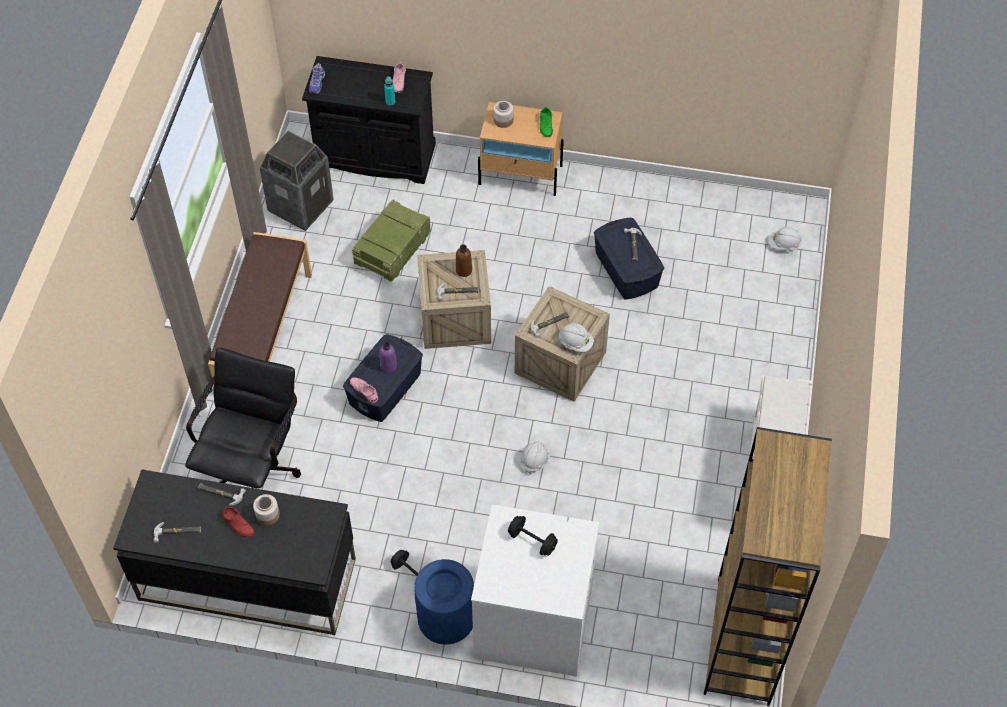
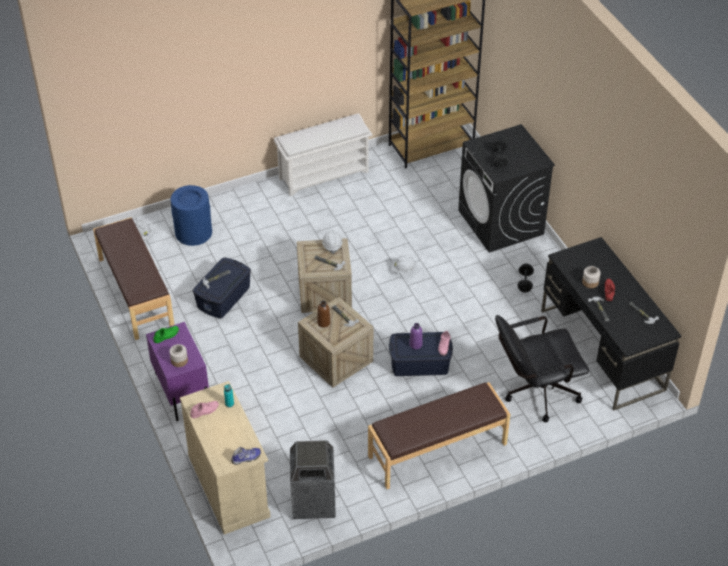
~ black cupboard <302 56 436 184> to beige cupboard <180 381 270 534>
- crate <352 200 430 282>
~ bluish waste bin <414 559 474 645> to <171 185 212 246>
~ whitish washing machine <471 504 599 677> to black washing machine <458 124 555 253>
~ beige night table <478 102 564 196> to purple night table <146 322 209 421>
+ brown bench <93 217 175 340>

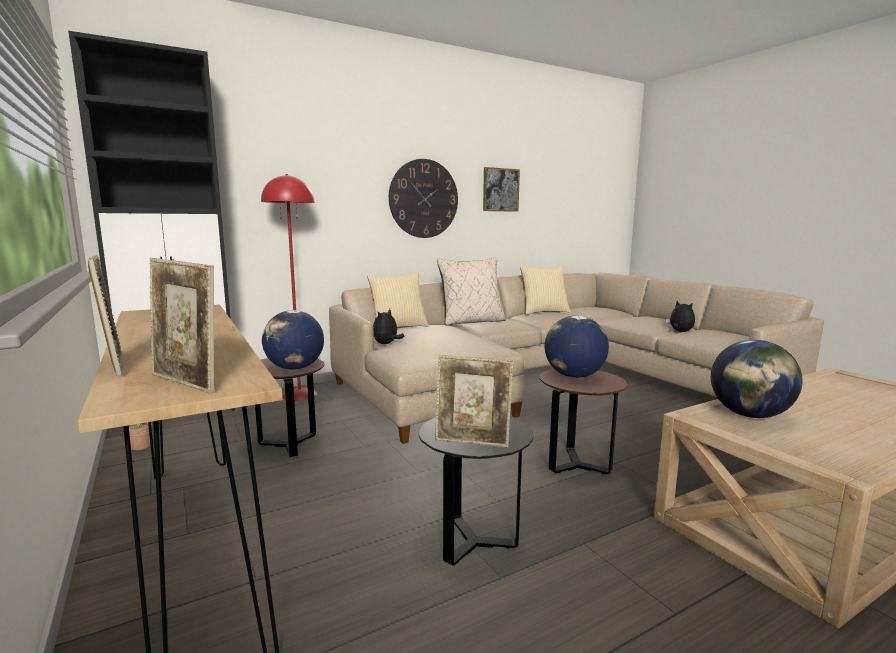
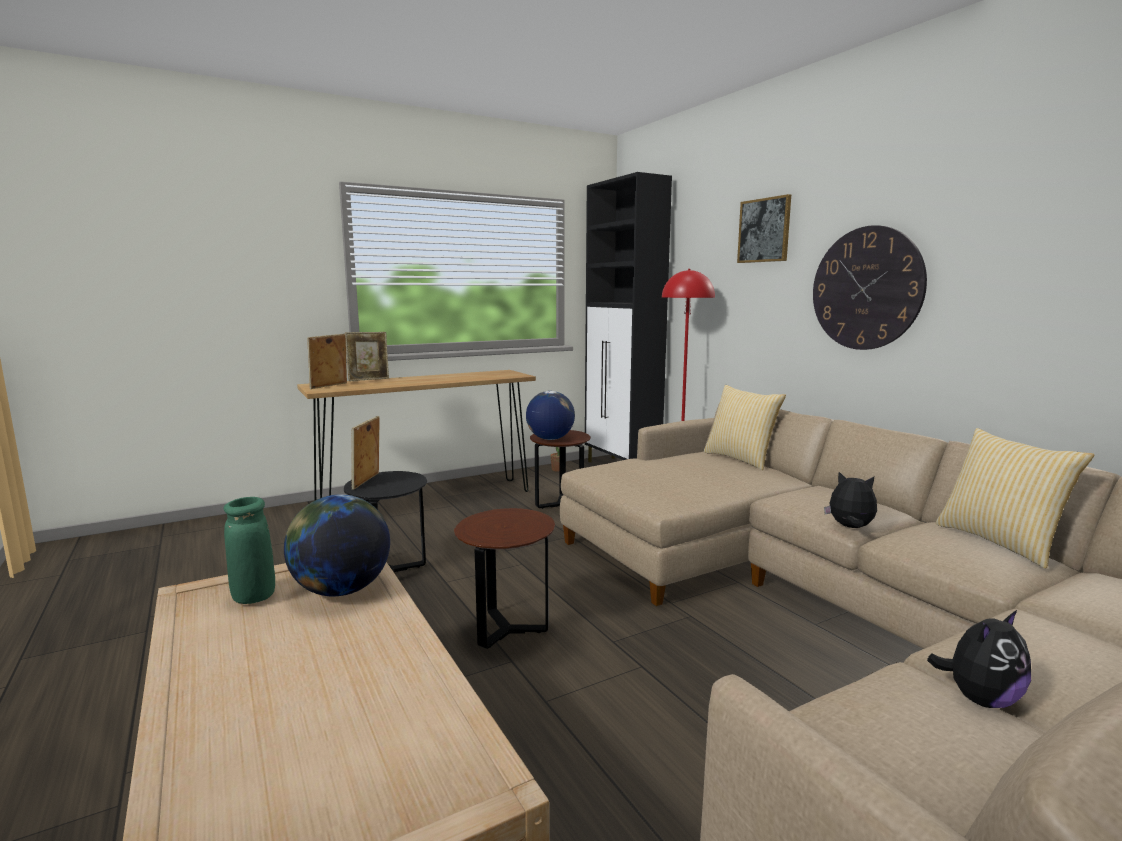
~ plush toy <373 309 404 344> to <824 472 877 528>
- beige cushion <437 257 506 325>
~ picture <483 167 520 212> to <737 194 791 263>
- globe <545 316 609 378>
+ green flower vase <224 497 275 604>

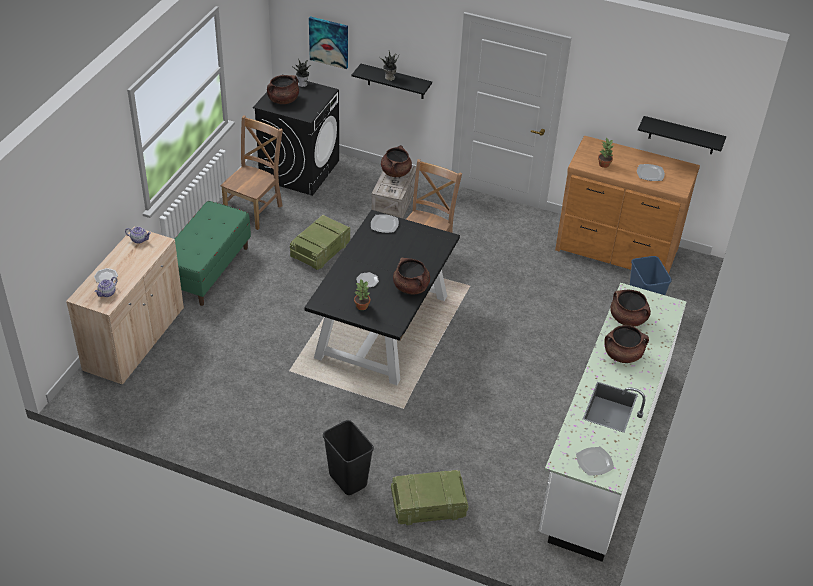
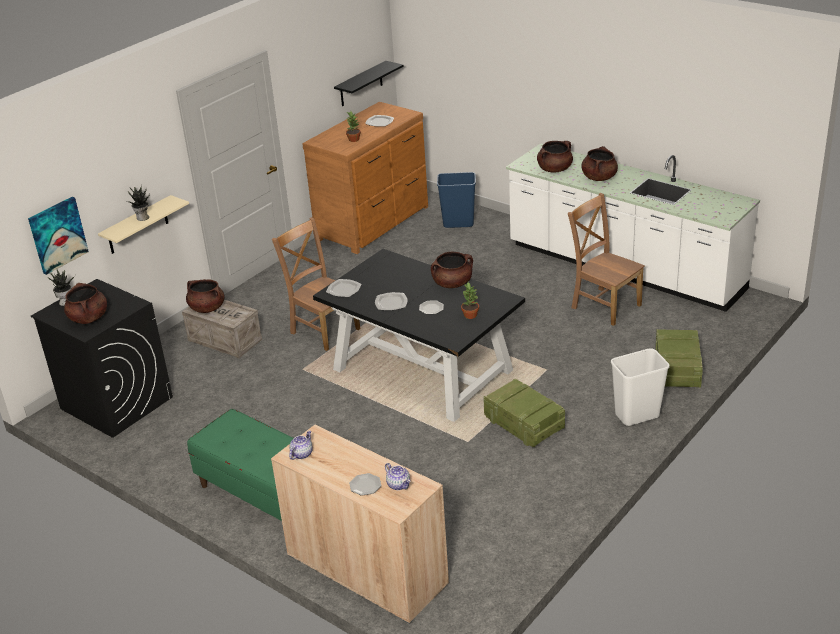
~ brown upright chair <220 115 283 230> to <568 193 645 326>
~ crate <290 215 350 270> to <483 379 565 447>
~ black waste bin <323 420 374 495> to whitish waste bin <611 348 669 426>
~ black bracket shelf <352 64 432 99> to beige bracket shelf <98 195 189 254>
~ flat dish <576 447 614 476> to <375 292 408 310>

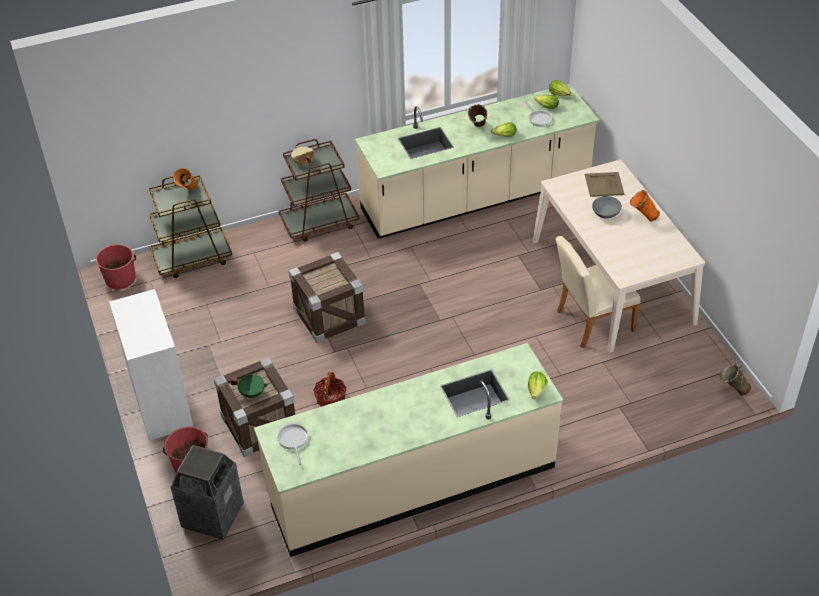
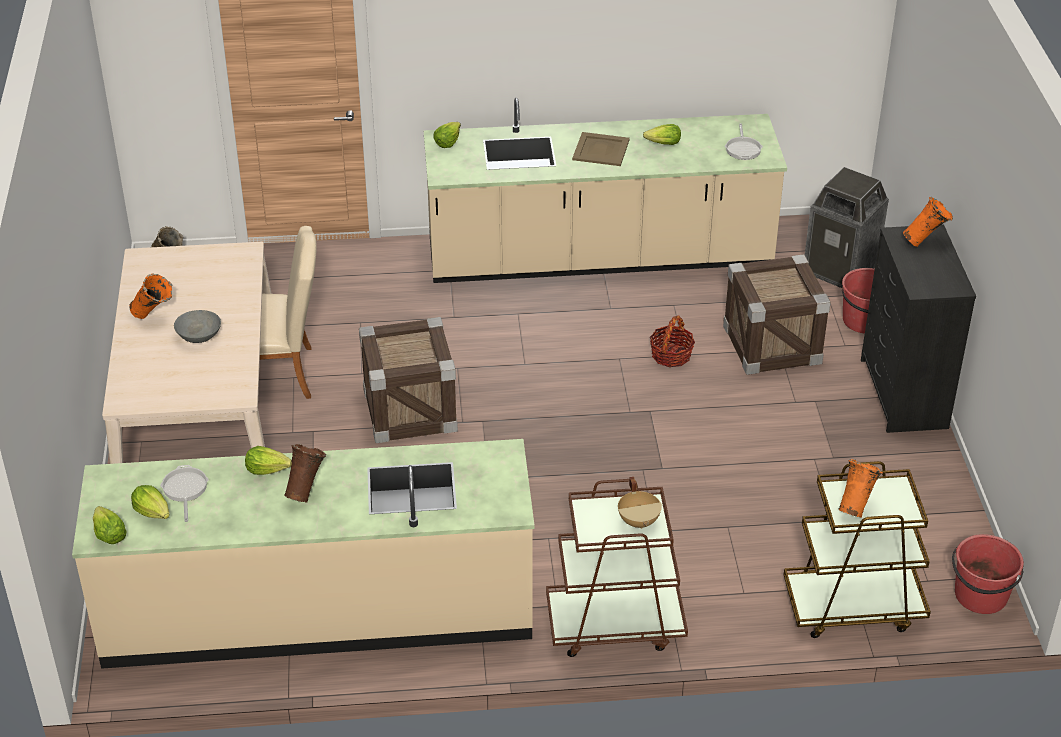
~ whitish drawer chest <109 289 193 441> to black drawer chest <861 224 976 433>
- green saucepot <231 374 268 398>
~ crate <289 252 366 343> to <359 317 458 443>
~ beige serving tray <585 172 624 197> to <572 132 630 166>
+ head of lettuce <643 124 681 145>
+ orange flower vase <903 197 953 247>

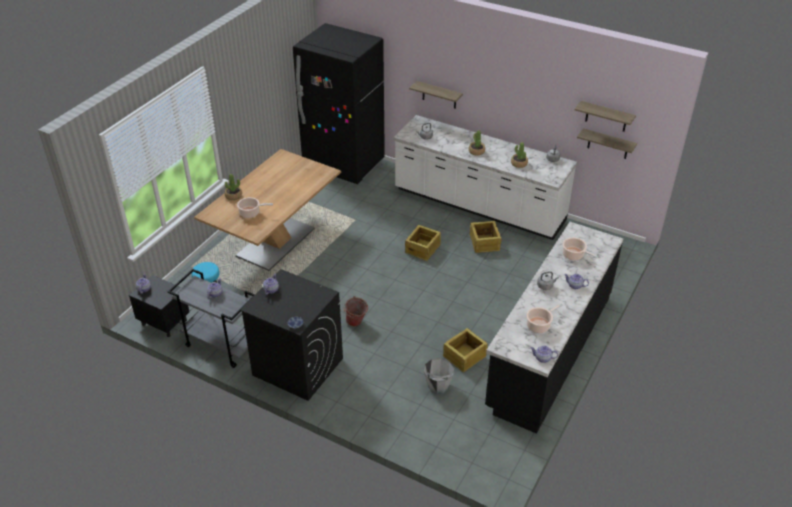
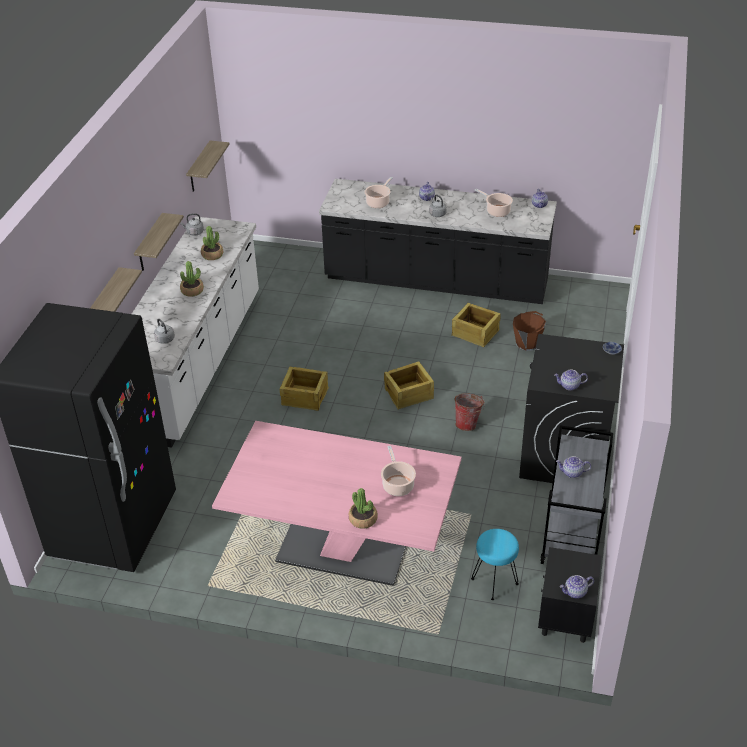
~ brown dinner table <194 149 341 271> to pink-coloured dinner table <212 421 462 586>
~ greyish bucket <424 358 454 394> to brown bucket <513 311 546 351>
~ crate <469 221 502 253> to <384 361 434 409>
~ bracket shelf <575 101 636 132> to <134 213 184 271>

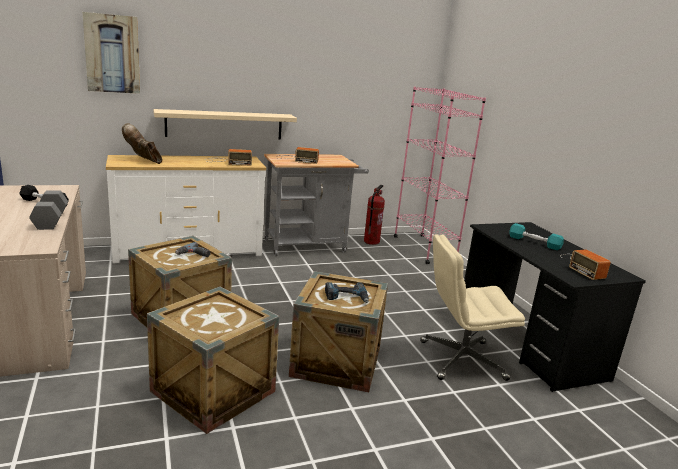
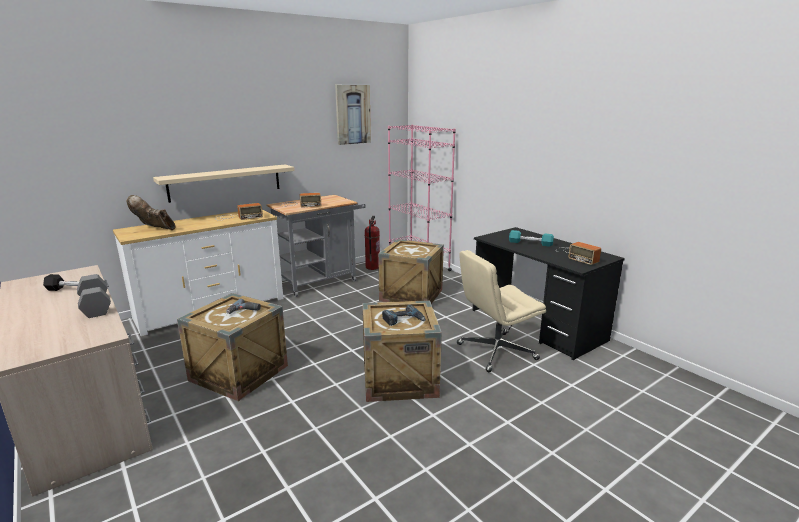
~ picture <83 12 140 94> to <335 85 371 145>
~ crate <147 287 279 434> to <378 239 444 304>

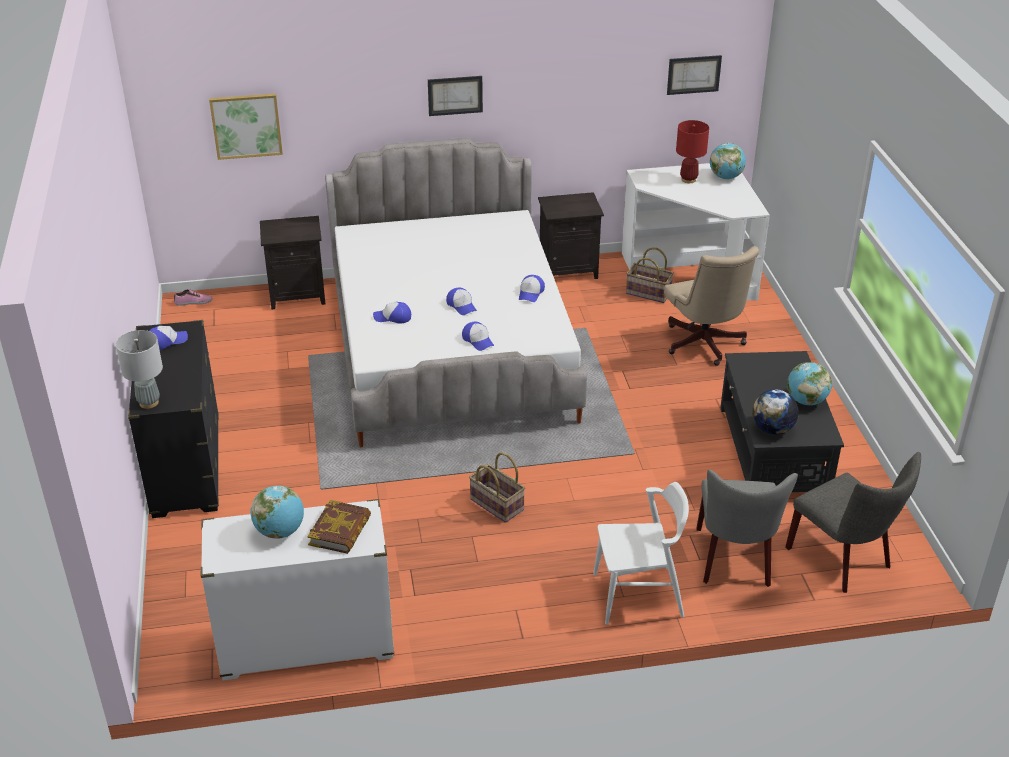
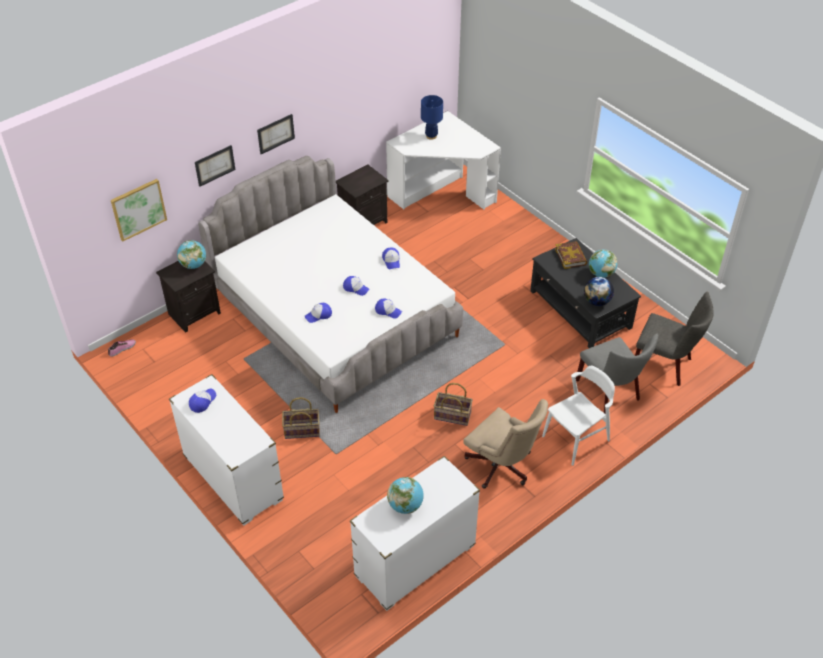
- greyish table lamp <116 330 163 409>
~ black drawer chest <128 320 219 518> to whitish drawer chest <169 374 284 526>
~ book <307 500 371 554> to <555 241 587 269>
~ storage basket <626 247 674 303> to <282 397 320 439>
~ beige desk chair <664 246 759 366> to <464 399 548 489>
~ picture <667 55 722 95> to <195 145 236 187>
~ red-coloured table lamp <676 120 709 183> to bluish table lamp <421 95 443 140>
~ globe <710 143 746 179> to <177 240 206 269>

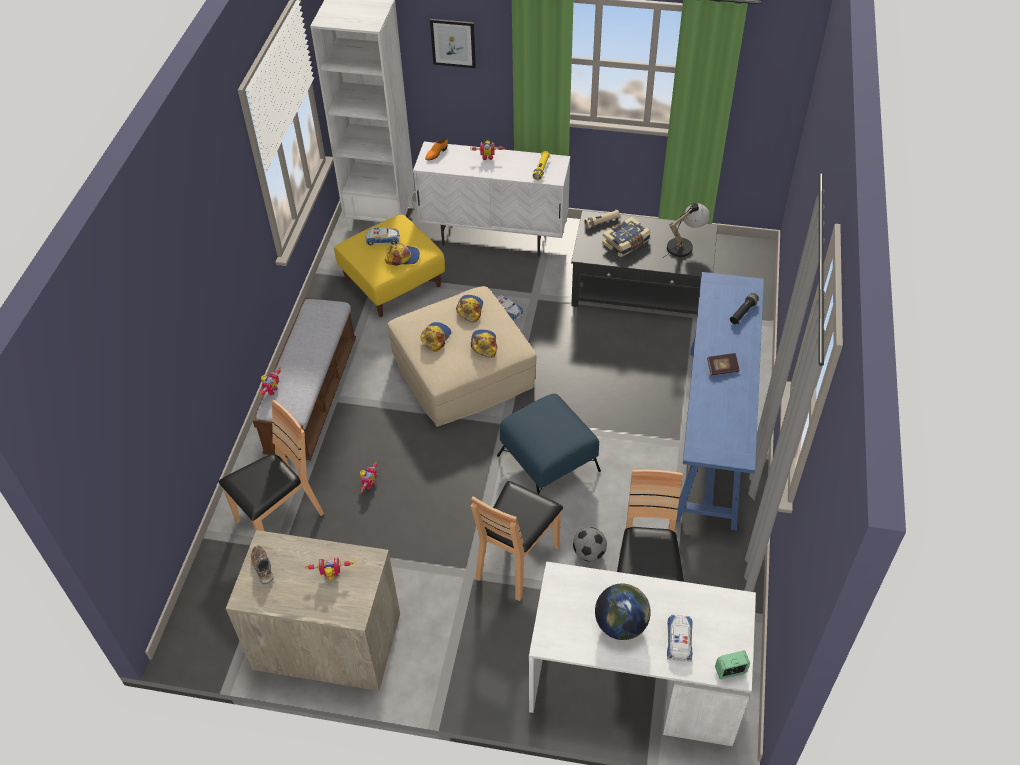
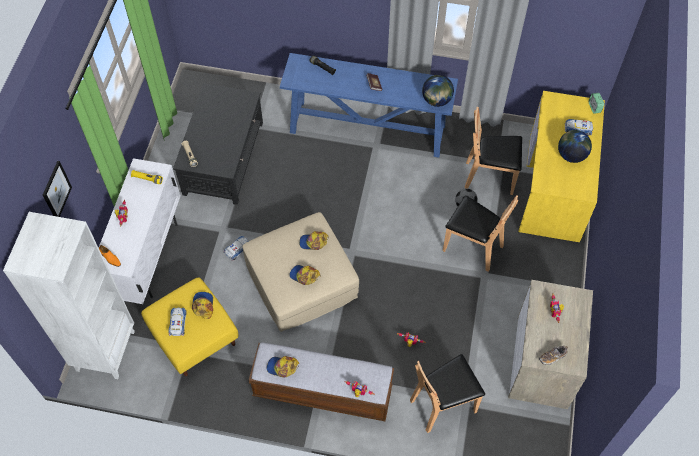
~ brown upright chair <218 400 324 531> = <410 354 485 433> 75 degrees counterclockwise
~ baseball cap <456 295 483 323> to <267 356 299 378>
- bluish ottoman <497 394 601 495>
~ whitish desk table <529 561 756 746> to yellow-coloured desk table <518 91 605 242>
- book <602 217 651 257>
- table lamp <663 203 710 258>
+ globe <422 75 454 107>

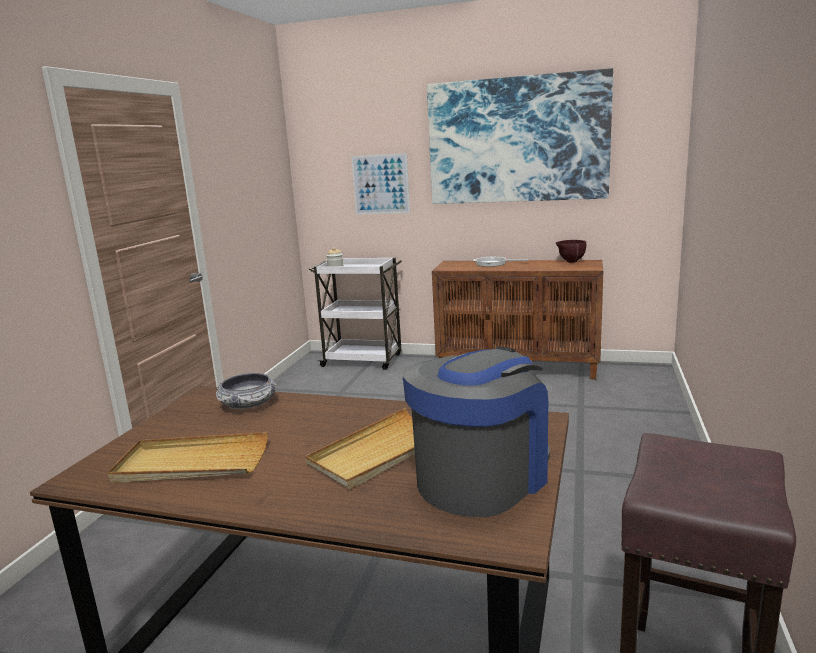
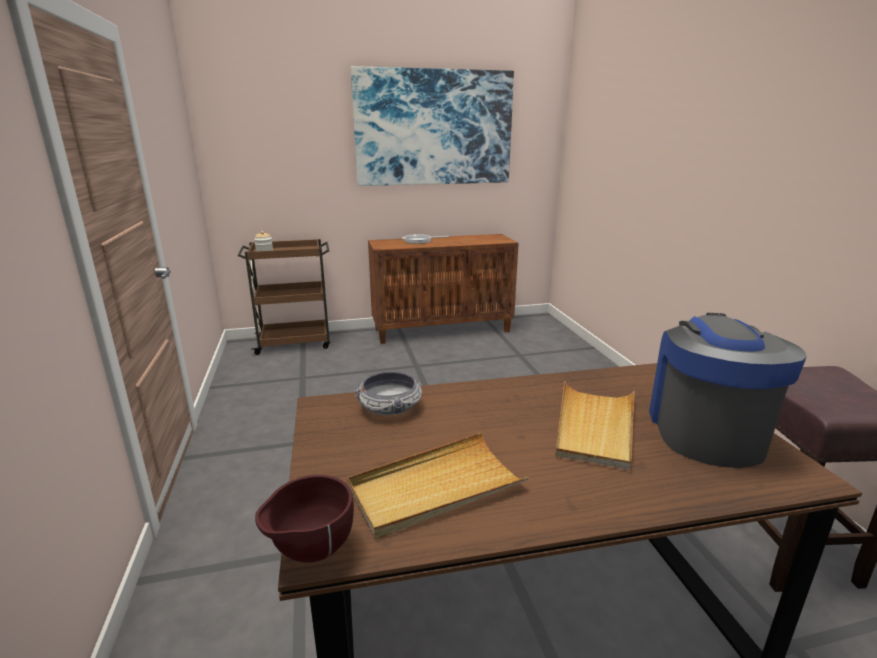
~ whitish trolley <309 258 402 370> to brown trolley <237 239 330 355>
- picture <351 153 410 215>
~ brown bowl <556 240 586 263> to <255 475 354 563>

